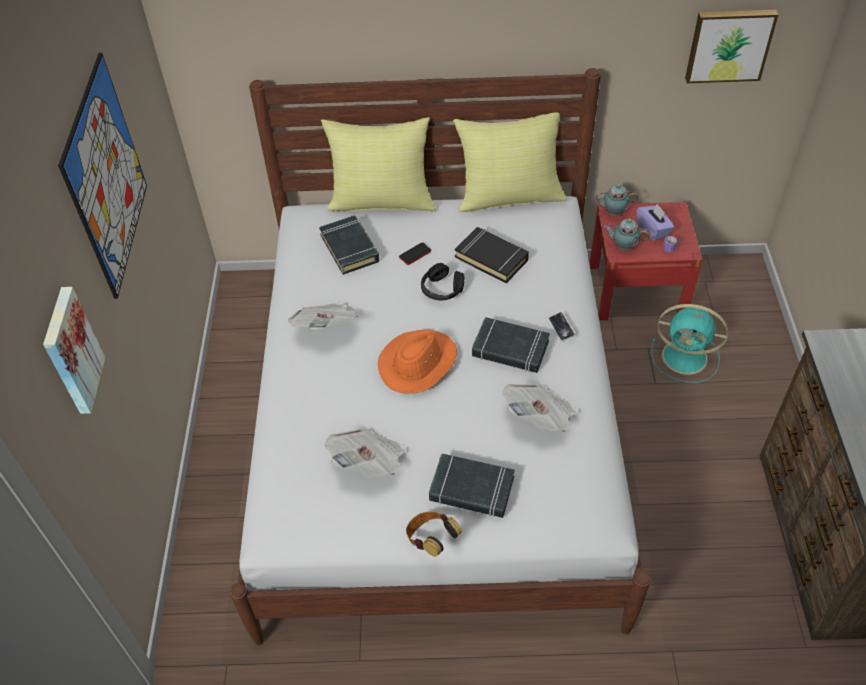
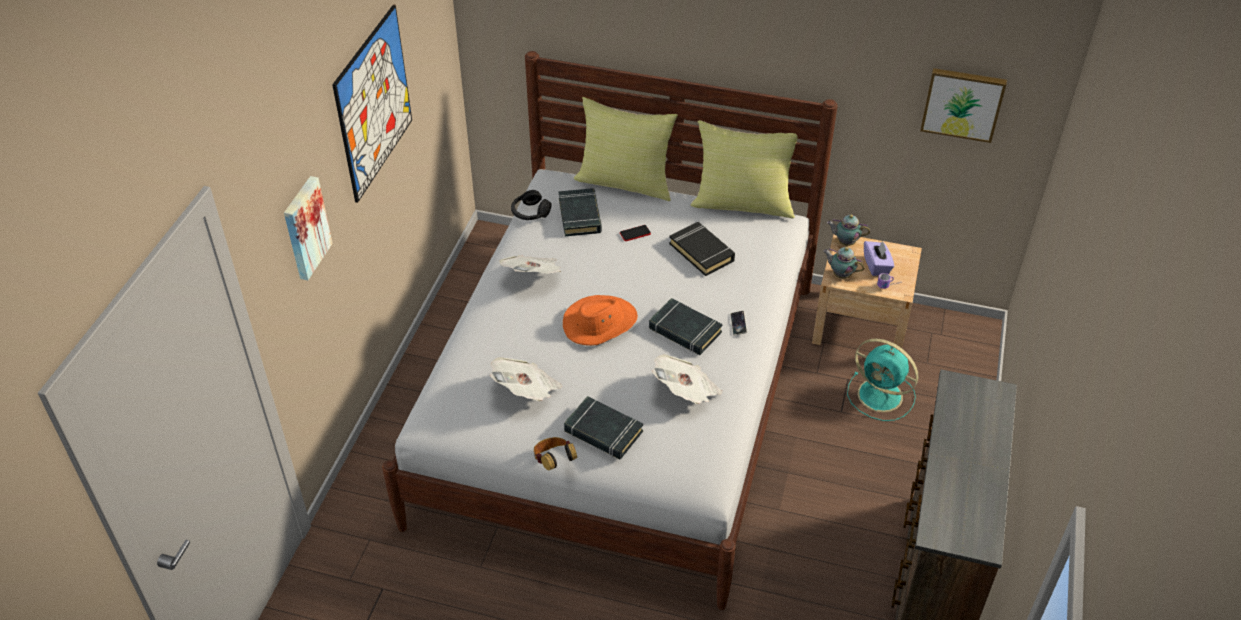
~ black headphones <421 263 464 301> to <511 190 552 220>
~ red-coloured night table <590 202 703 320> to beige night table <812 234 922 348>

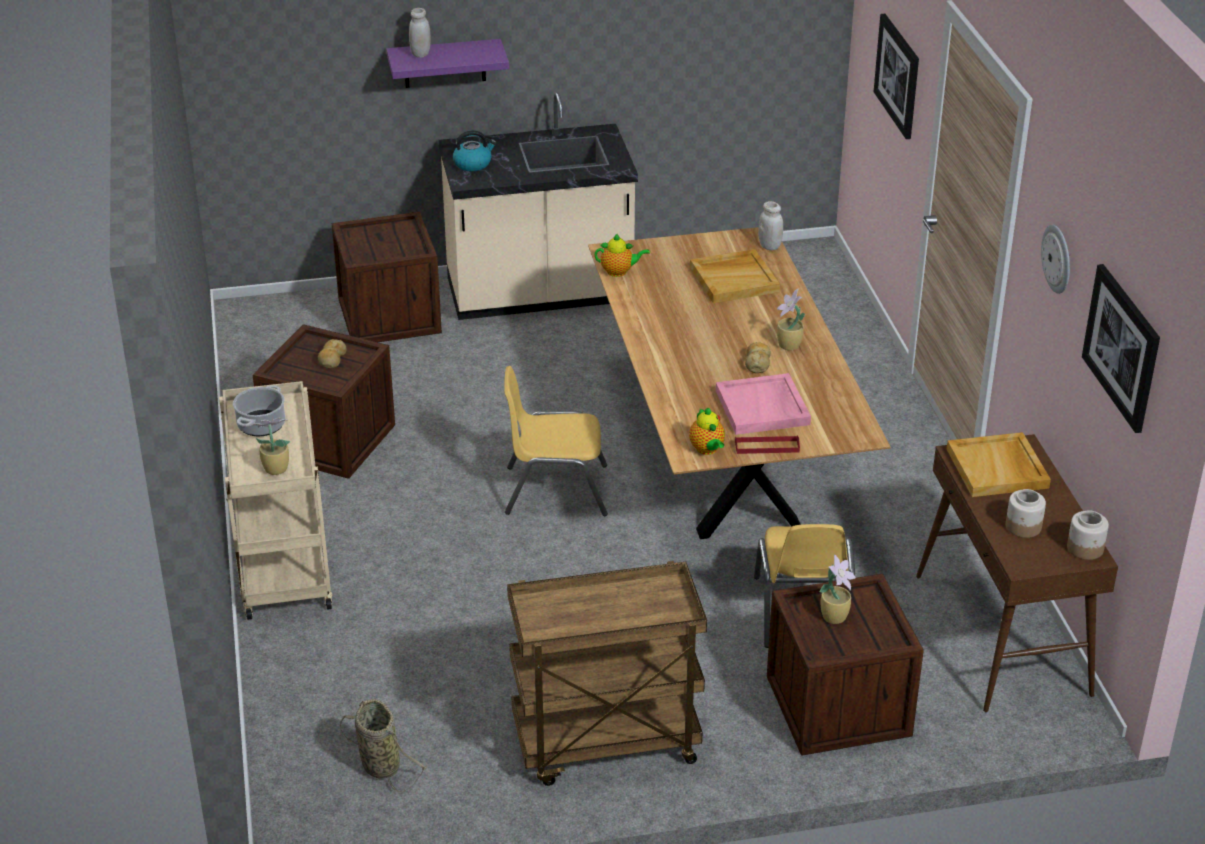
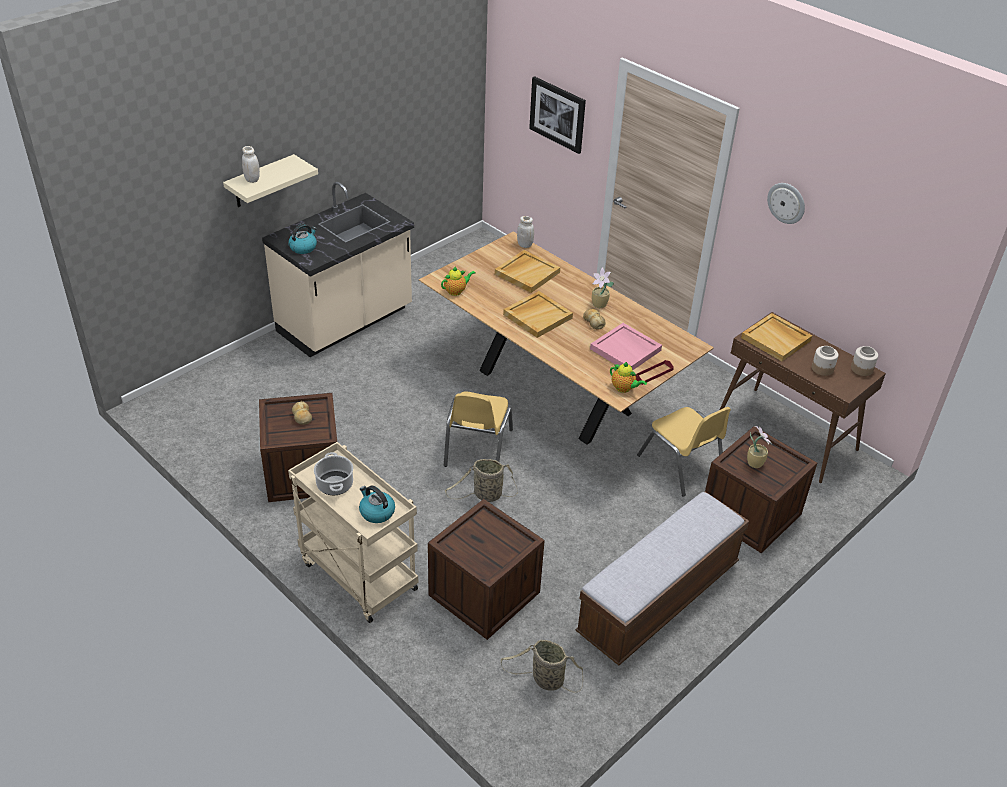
~ potted plant <250 418 290 475> to kettle <359 485 395 523>
~ crate <332 212 442 342> to <428 499 545 640>
~ purple bracket shelf <387 39 509 88> to beige bracket shelf <223 154 318 207>
~ yellow-coloured upright chair <504 366 608 516> = <444 391 513 467> 45 degrees counterclockwise
~ brown trolley <507 561 707 786> to bench <576 492 749 666>
- picture <1082 264 1160 433>
+ storage basket <445 459 518 502>
+ beige serving tray <503 291 573 338>

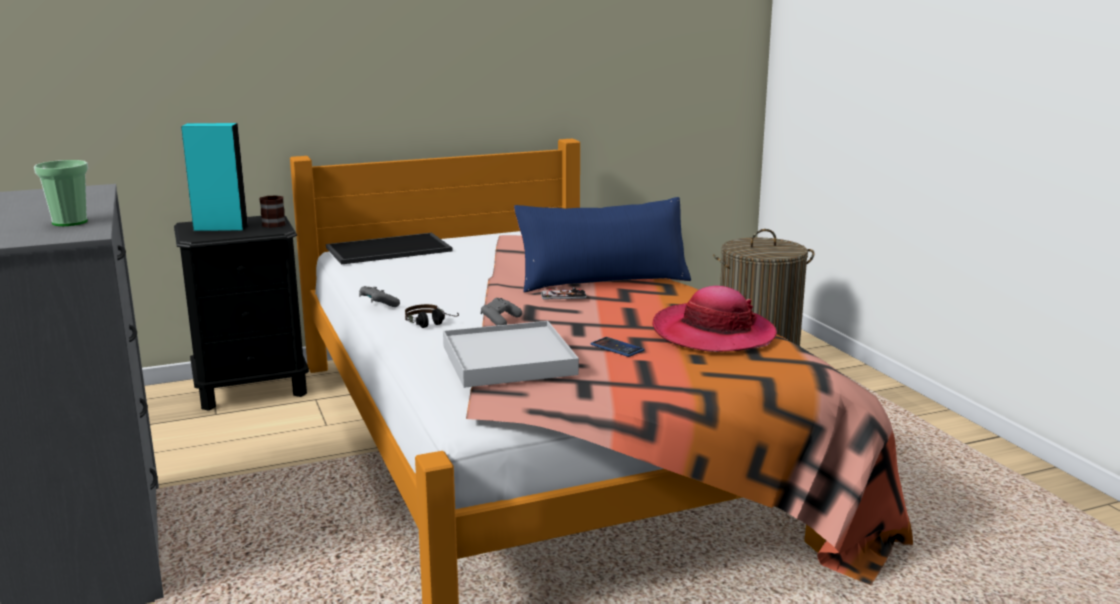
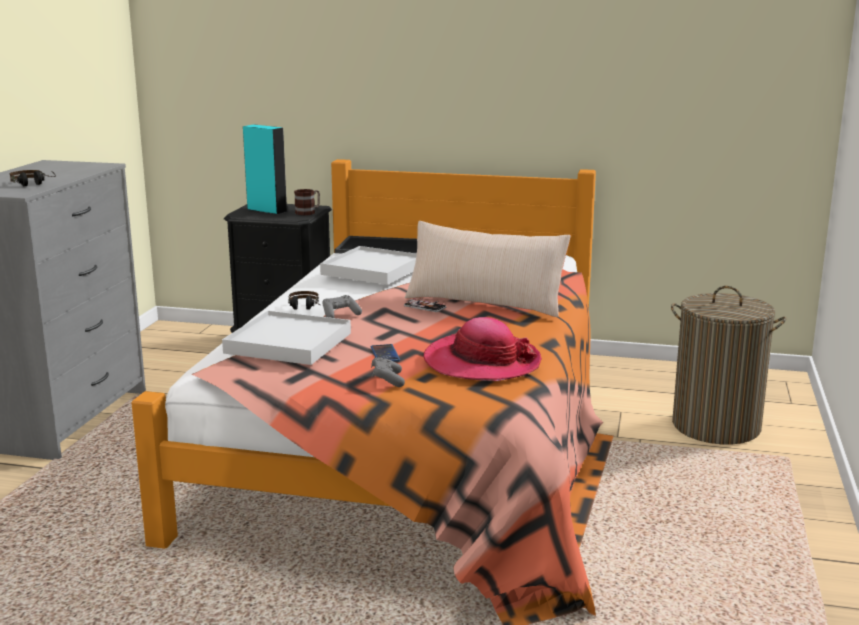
~ cup <34 160 88 226> to headphones <10 170 56 186>
~ greyish joypad <359 286 400 307> to <371 357 405 387>
~ bluish cushion <514 197 691 292> to beige cushion <405 221 571 317>
+ whitish serving tray <320 246 417 285>

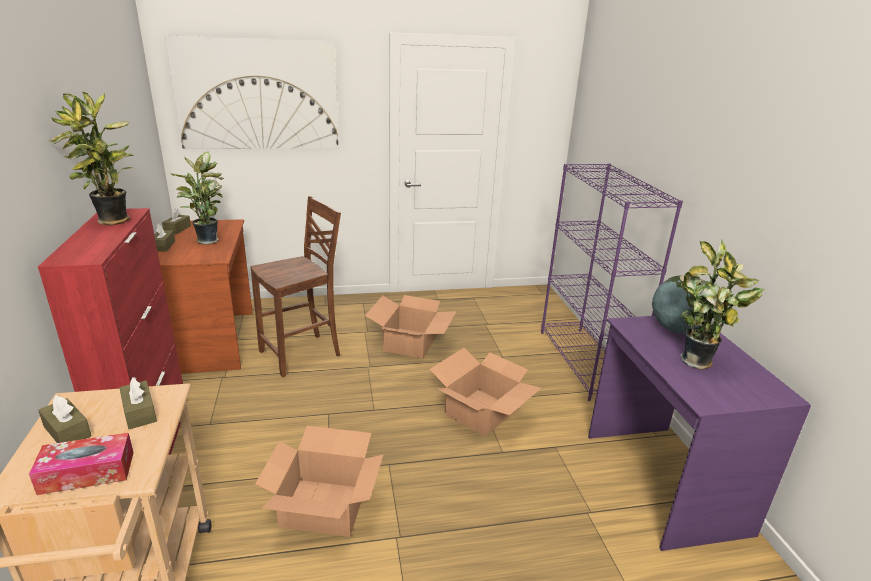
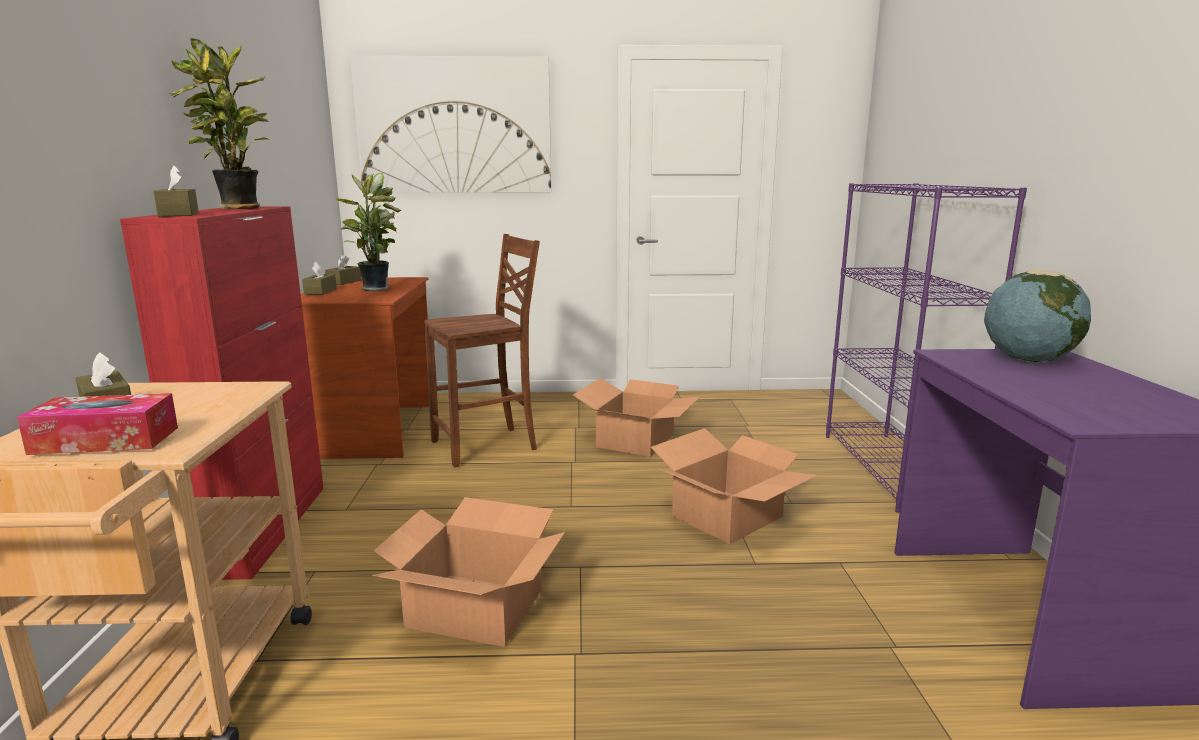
~ brown tissue holder <120 377 157 429> to <153 166 199 217>
- potted plant <680 239 765 370>

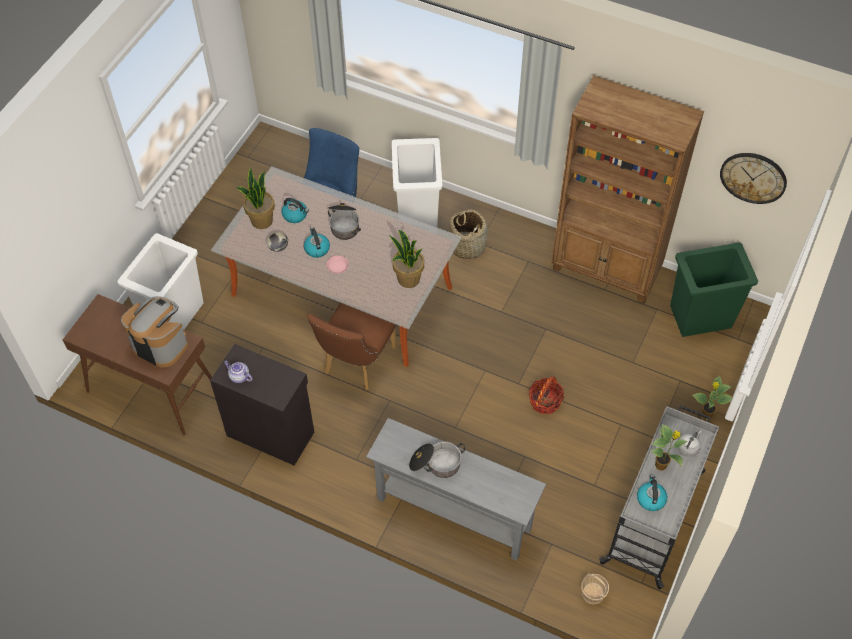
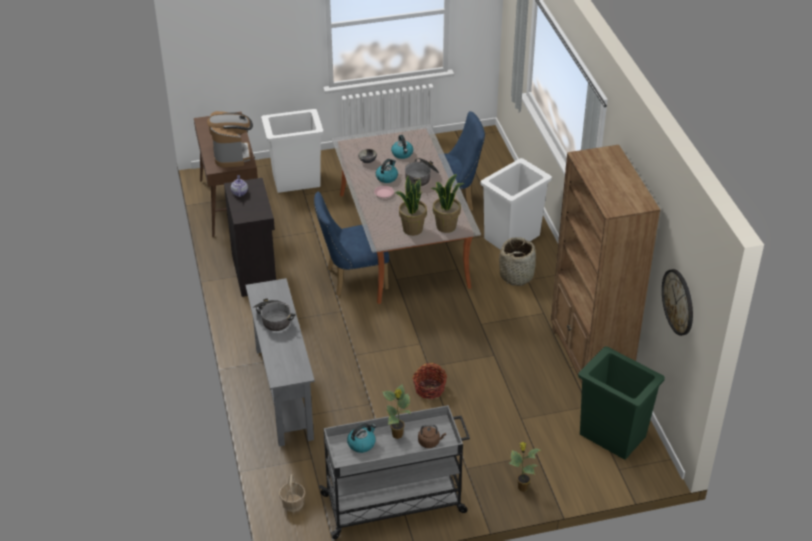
~ potted plant <236 168 275 229> to <431 174 464 233>
~ brown upright chair <307 303 396 390> to bluish upright chair <314 192 389 296>
~ greyish kettle <678 430 702 457> to brown kettle <418 425 446 448>

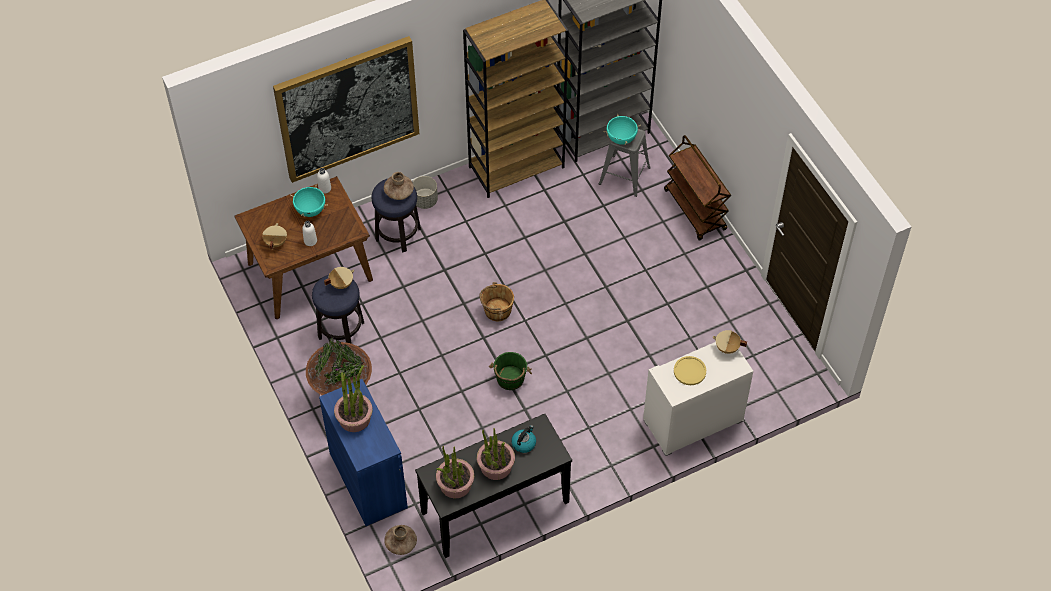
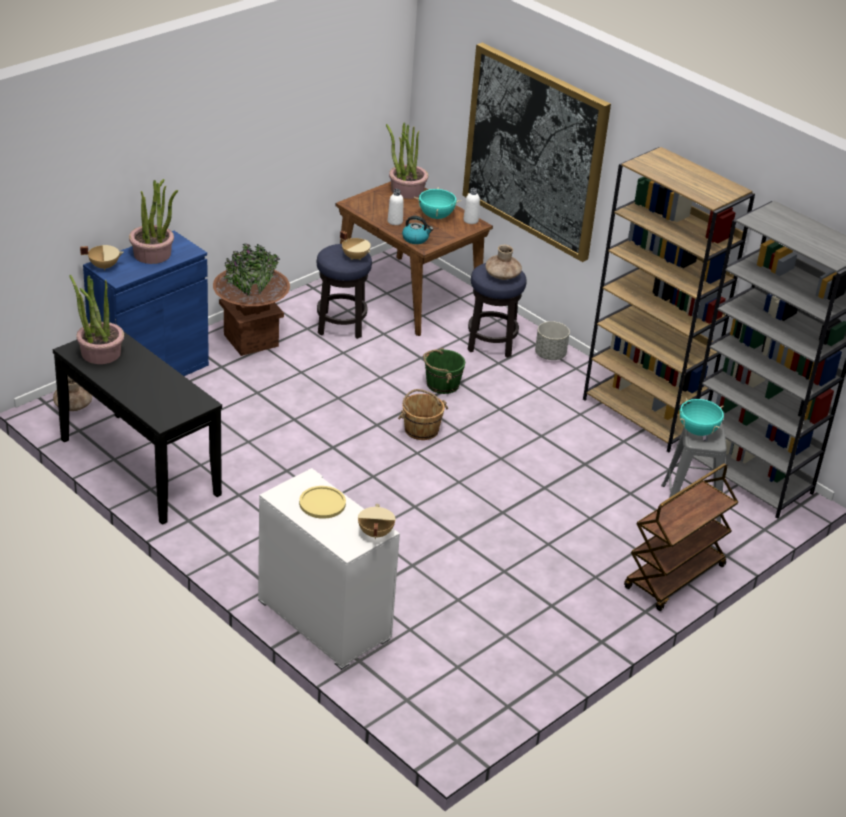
~ beige saucepot <262 223 287 250> to <80 245 124 271>
~ potted plant <477 428 515 480> to <386 122 428 199>
~ green bucket <489 352 532 390> to <423 348 465 394>
~ kettle <511 425 536 453> to <402 216 433 244>

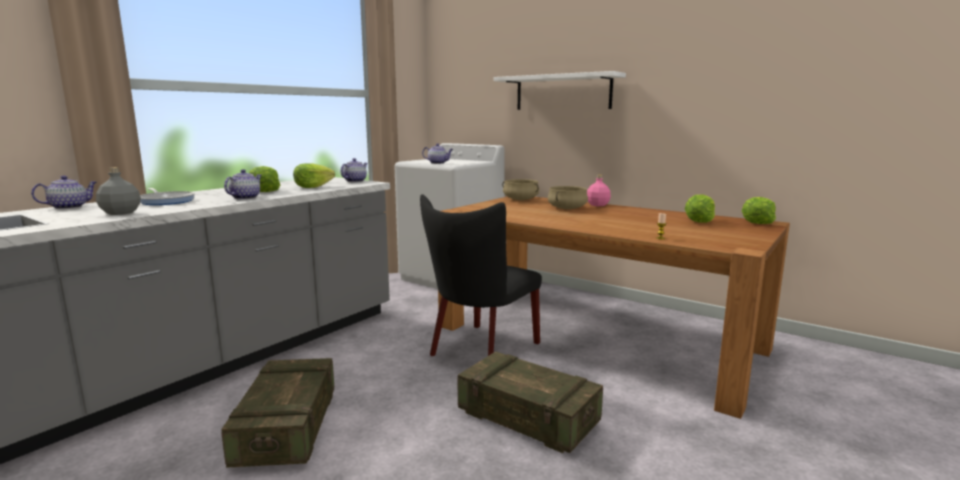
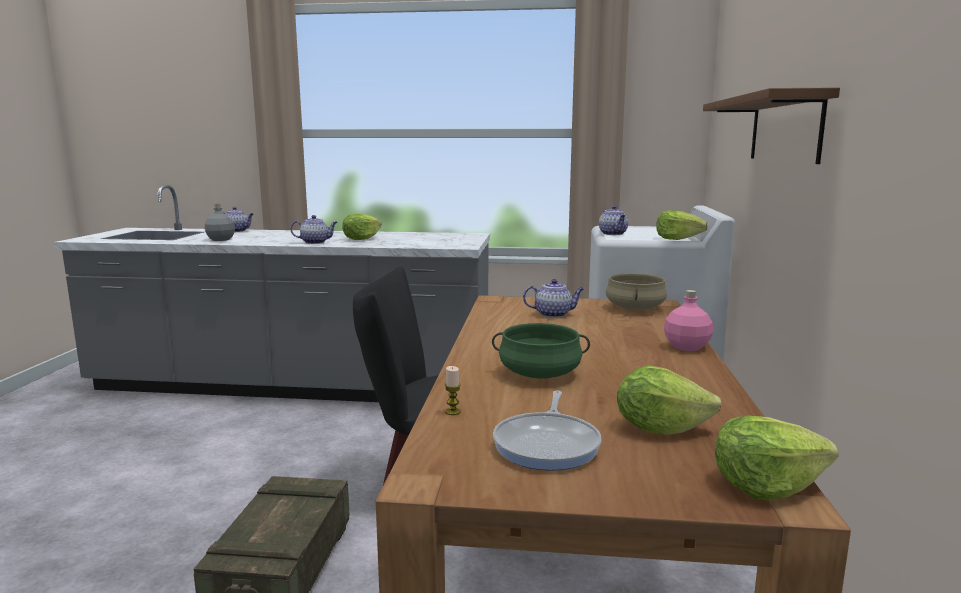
~ pan <140 188 195 205> to <493 391 602 471>
- crate <221 358 334 468>
~ head of lettuce <293 164 335 188> to <656 210 708 240>
~ teapot <340 158 368 182> to <523 279 584 318>
~ whitish bracket shelf <494 71 626 110> to brown bracket shelf <703 87 840 164>
- beige saucepot <548 186 588 209>
+ green saucepot <492 323 590 379>

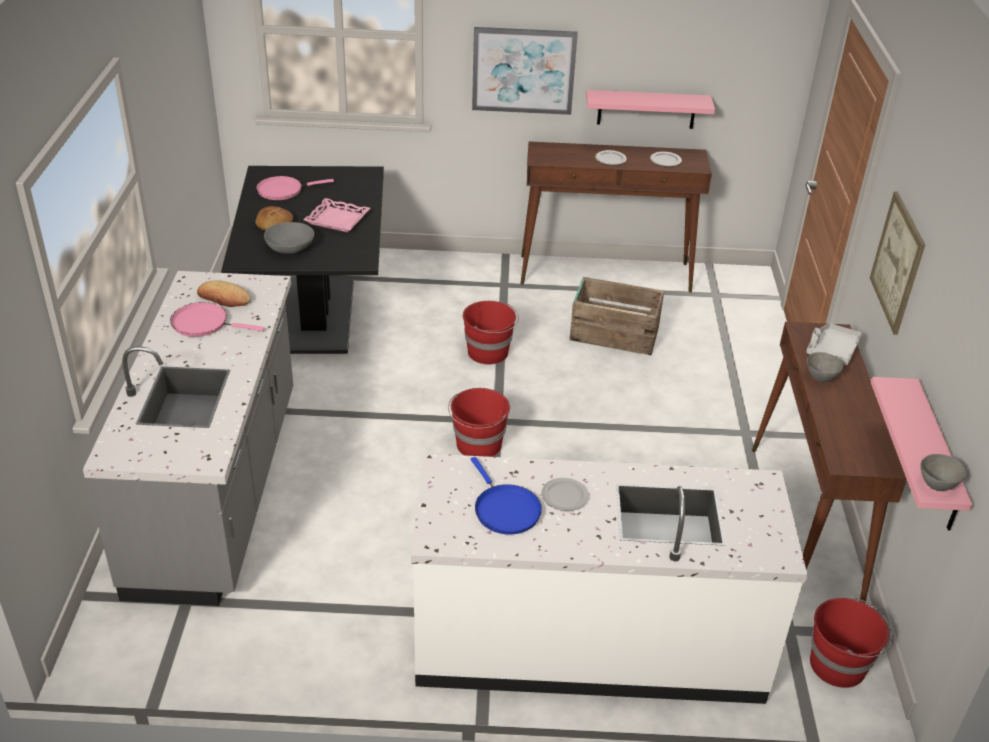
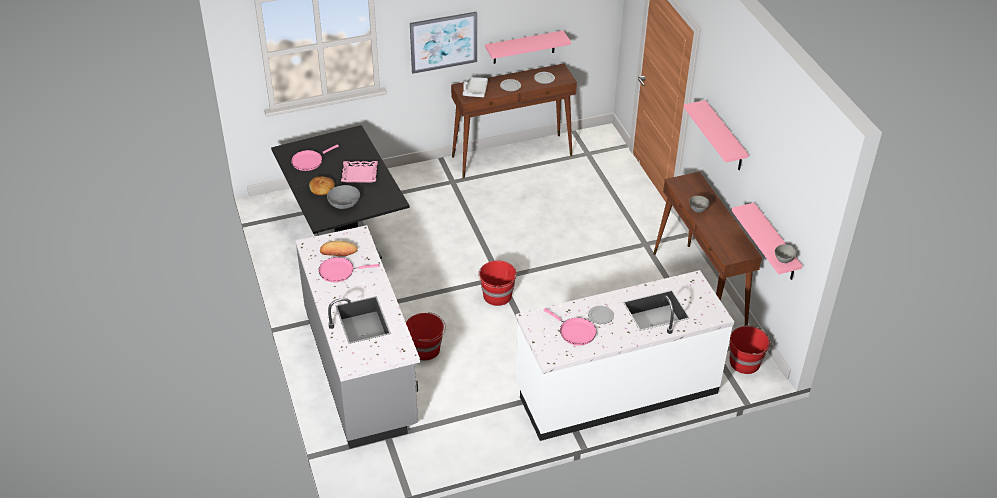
~ red-coloured bucket <463 301 519 364> to <406 312 446 360>
~ bluish pan <471 457 542 534> to pink-coloured pan <543 308 596 345>
- crate <570 277 664 355>
~ greyish serving tray <806 323 862 366> to <463 77 488 97>
~ picture <870 191 925 335> to pink-coloured bracket shelf <684 100 749 170>

